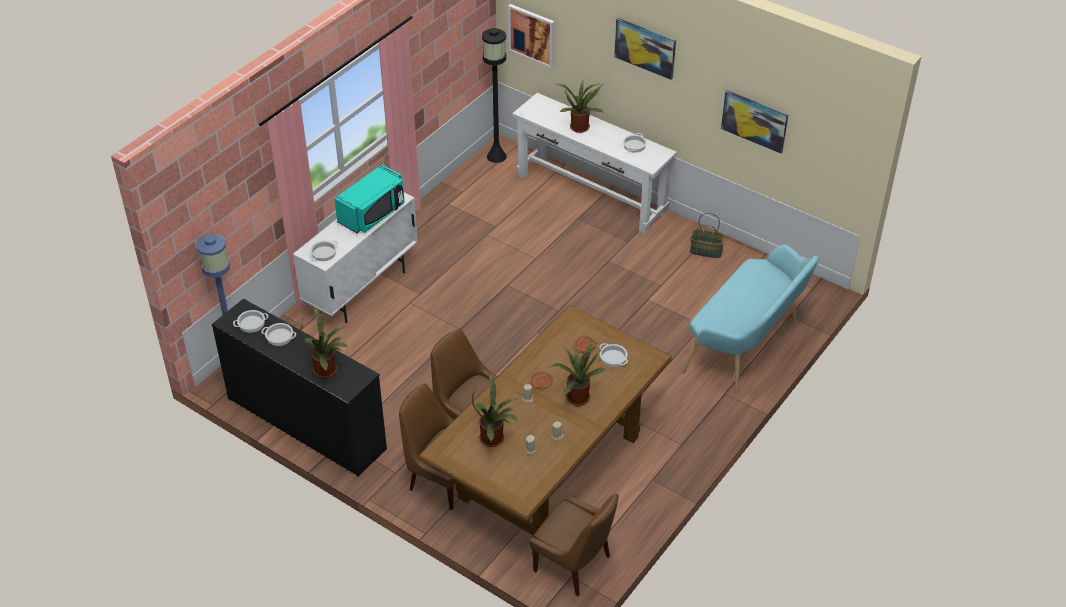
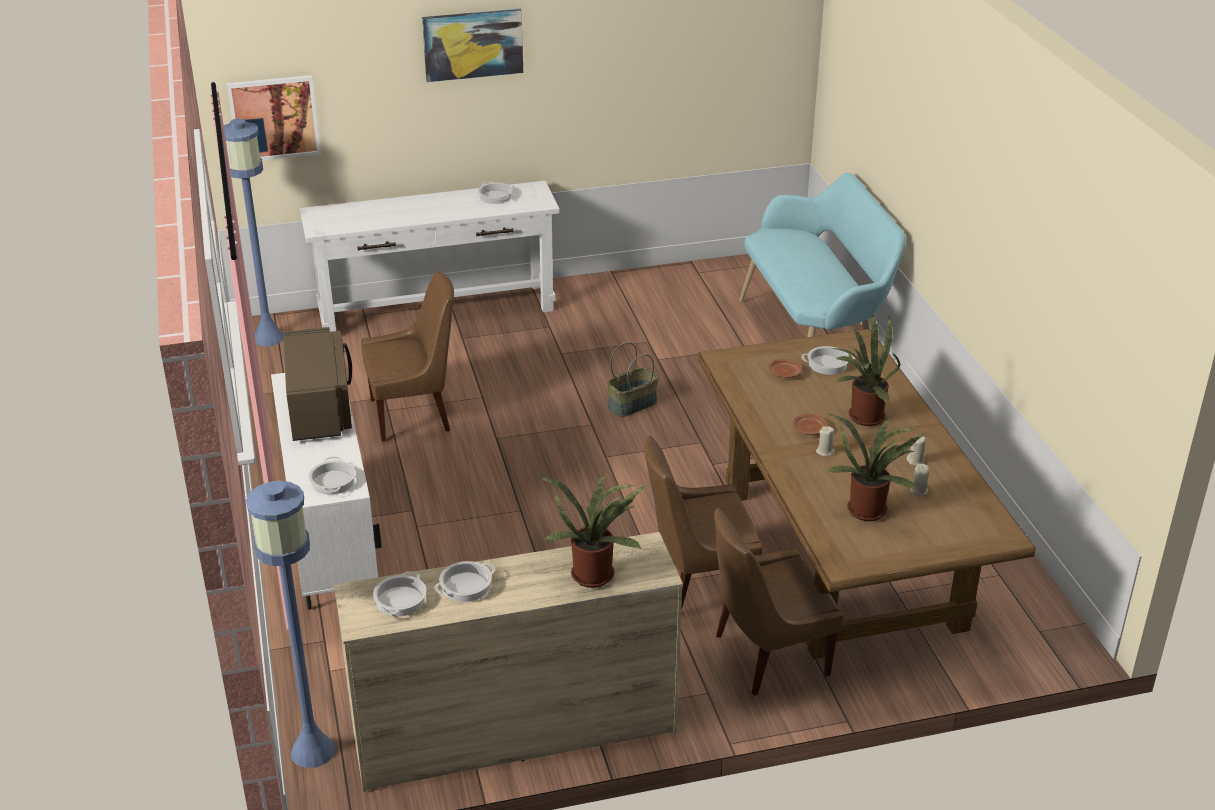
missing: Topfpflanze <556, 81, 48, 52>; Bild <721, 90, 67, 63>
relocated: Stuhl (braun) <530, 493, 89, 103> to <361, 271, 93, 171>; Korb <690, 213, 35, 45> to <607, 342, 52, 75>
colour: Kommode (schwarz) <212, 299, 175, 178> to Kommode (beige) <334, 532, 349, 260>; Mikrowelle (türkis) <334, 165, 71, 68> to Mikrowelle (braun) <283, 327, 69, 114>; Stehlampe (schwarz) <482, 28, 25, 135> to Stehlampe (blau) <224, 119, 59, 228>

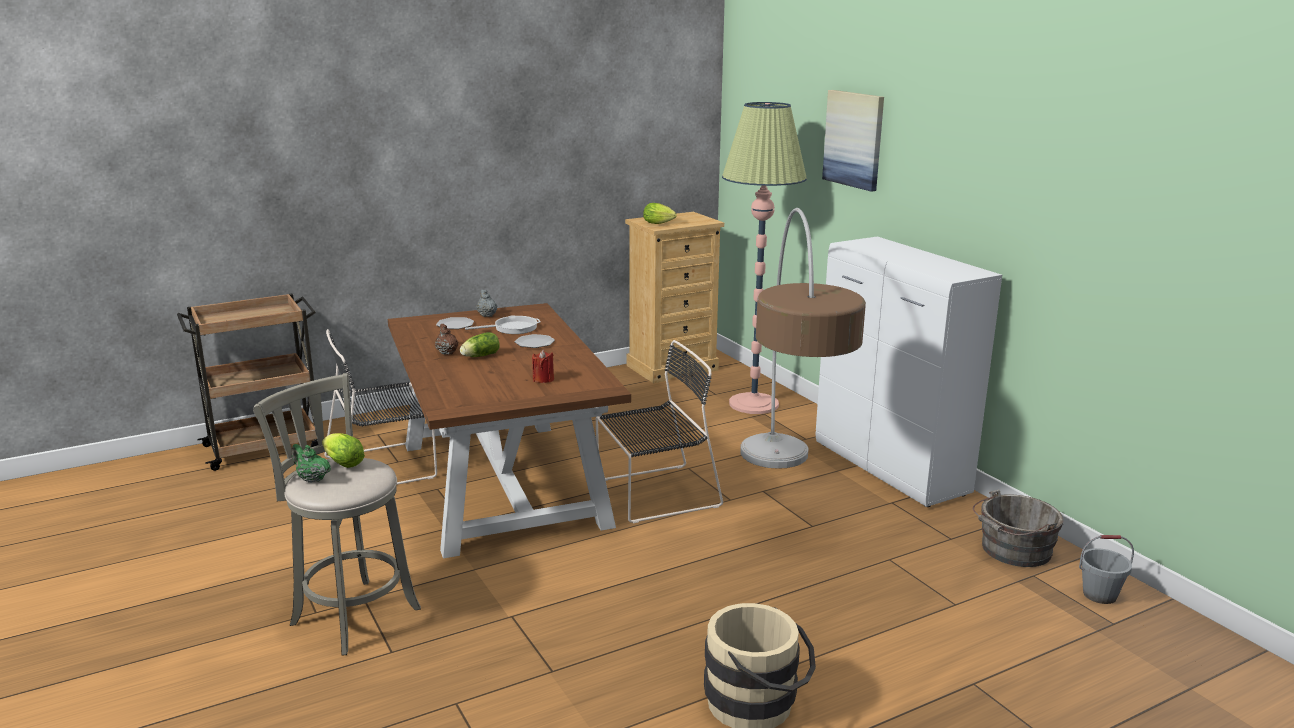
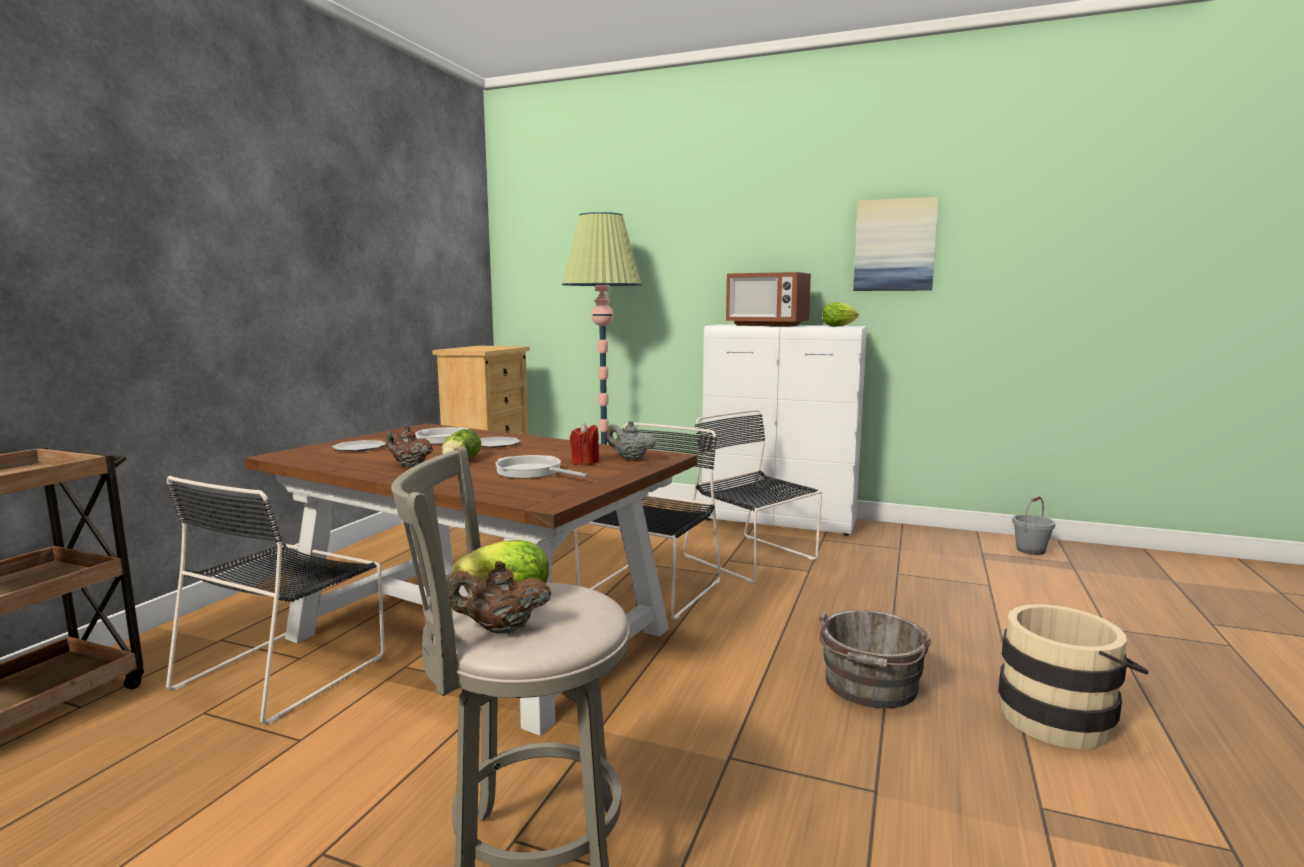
appeared: Pfanne <495, 455, 94, 24>; Mikrowelle <726, 272, 85, 55>
relocated: Teekanne (grau) <476, 290, 21, 27> to <606, 421, 50, 40>; Salatkopf <643, 203, 34, 21> to <822, 302, 37, 25>; Bild <822, 90, 62, 102> to <853, 197, 86, 94>; Eimer (grau) <973, 489, 91, 78> to <819, 610, 112, 98>
exchanged: Stehlampe <740, 208, 126, 261> to Stuhl (schwarz) <683, 409, 139, 174>
colour: Teekanne (grün) <292, 444, 39, 39> to Teekanne (braun) <447, 561, 104, 73>

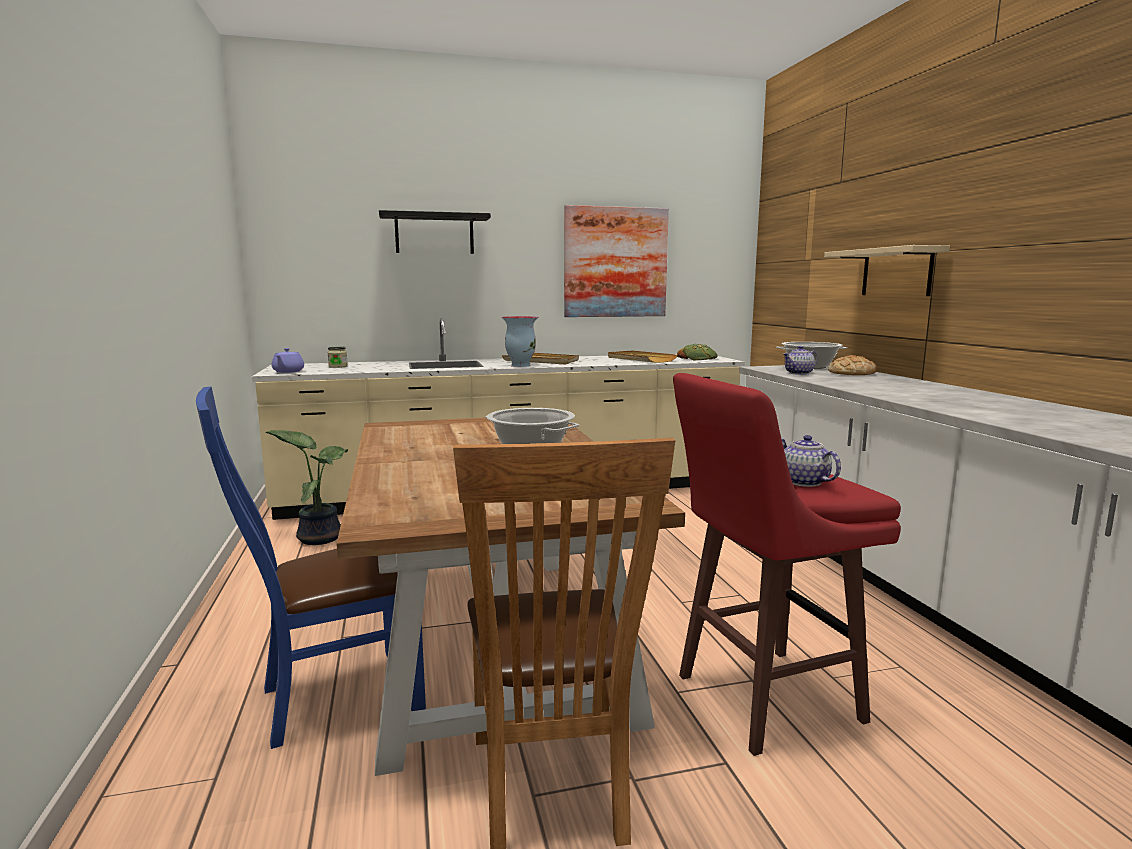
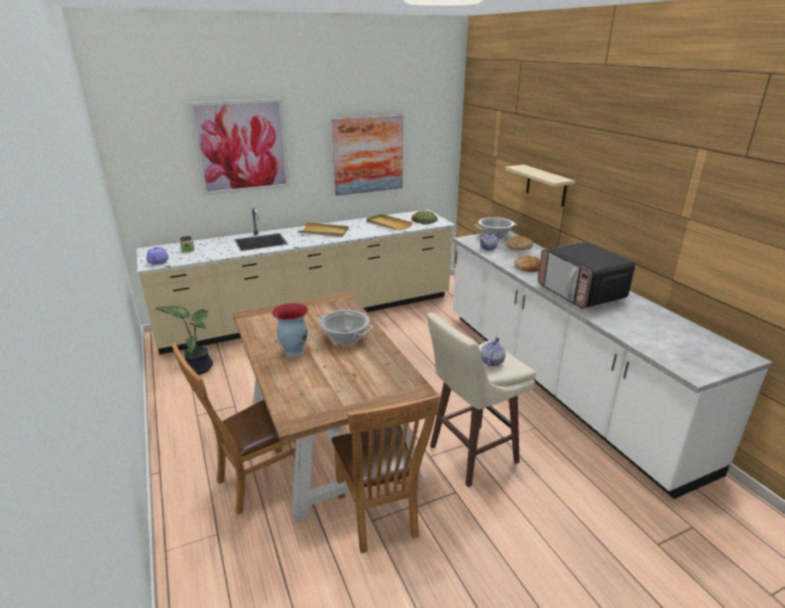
appeared: Brot <515, 255, 25, 17>; Mikrowelle <538, 241, 97, 67>
relocated: Vase <501, 316, 37, 51> to <272, 303, 36, 54>
exchanged: Wandregal (schwarz) <379, 210, 112, 44> to Bild <188, 99, 102, 96>
colour: Stuhl (blau) <196, 387, 230, 362> to Stuhl (braun) <171, 342, 125, 173>; Hocker (rot) <673, 373, 228, 383> to Hocker (beige) <427, 313, 109, 174>
spun: Teekanne <782, 435, 59, 52> = <481, 337, 25, 29> 60 degrees clockwise

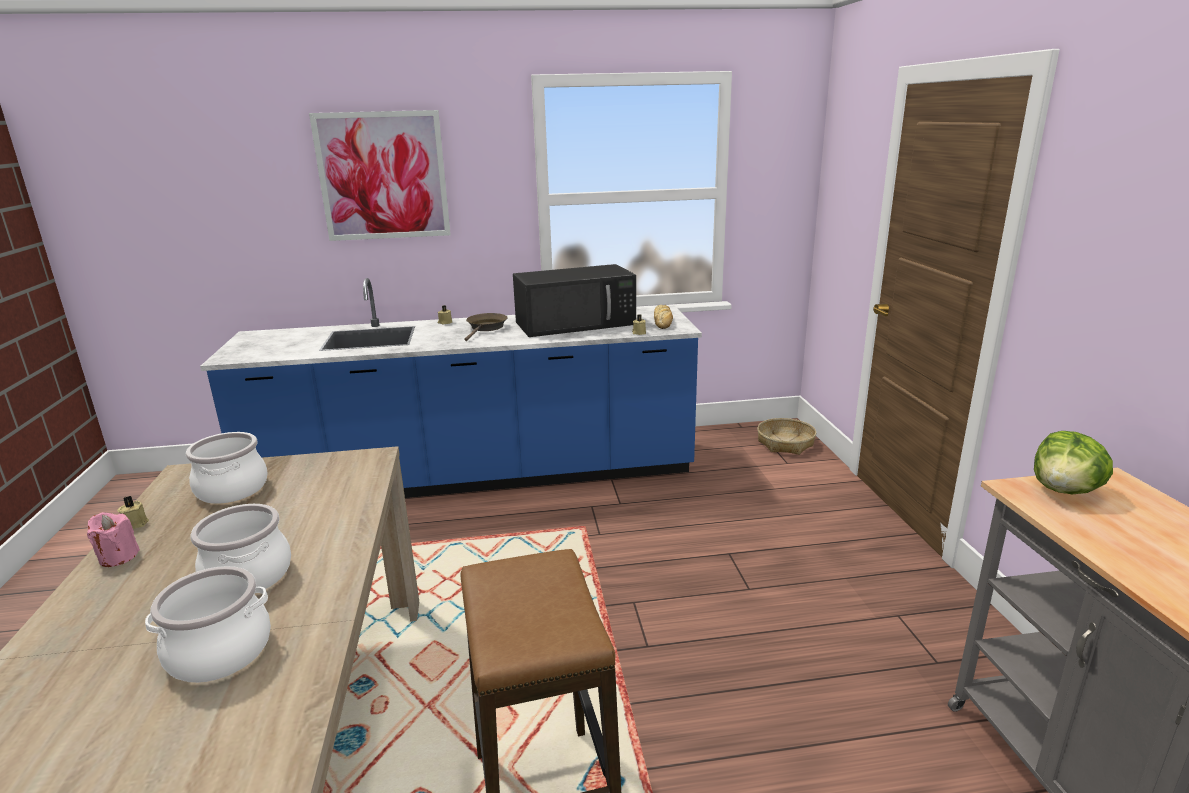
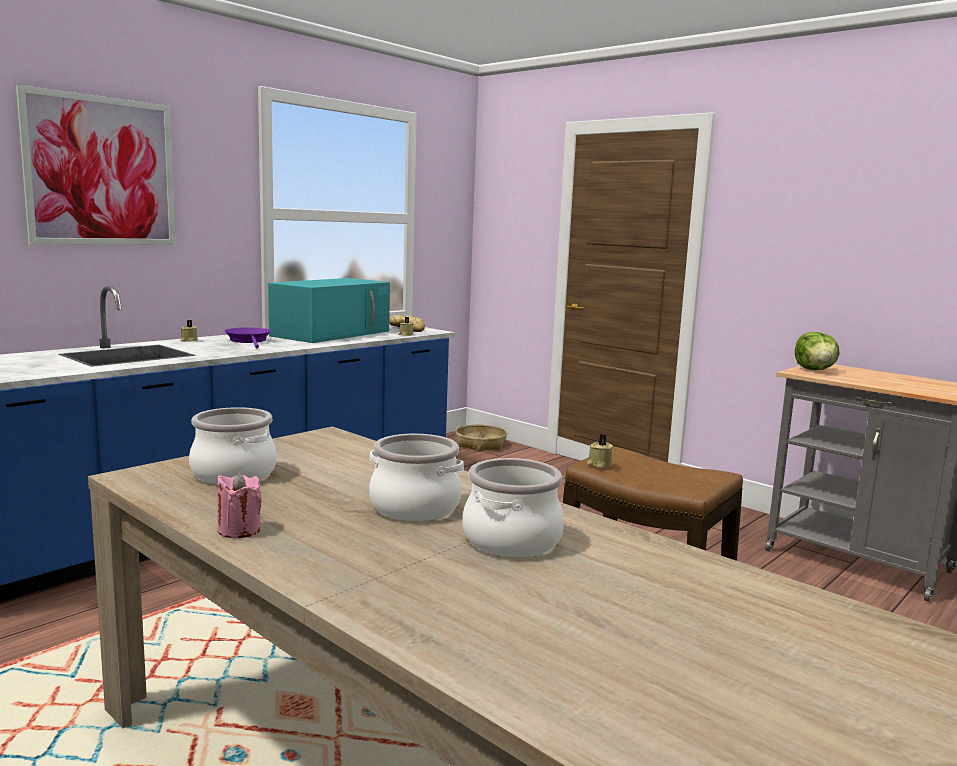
relocated: Kerze (beige) <117, 496, 32, 33> to <587, 434, 26, 34>
colour: Pfanne (braun) <464, 313, 44, 28> to Pfanne (lila) <225, 327, 46, 21>; Mikrowelle (schwarz) <513, 264, 123, 73> to Mikrowelle (türkis) <268, 278, 122, 65>

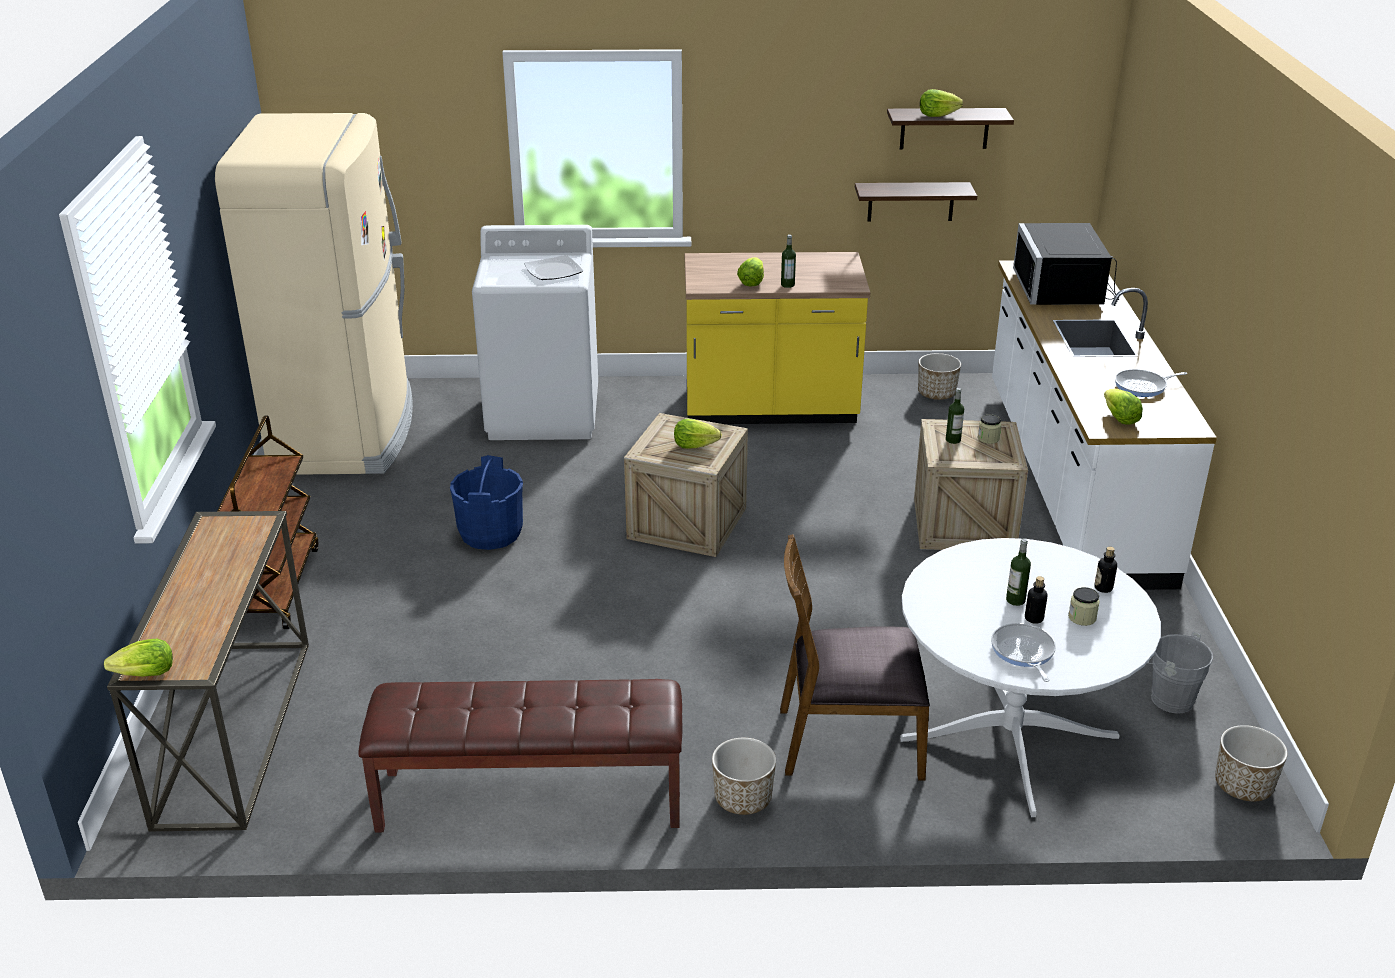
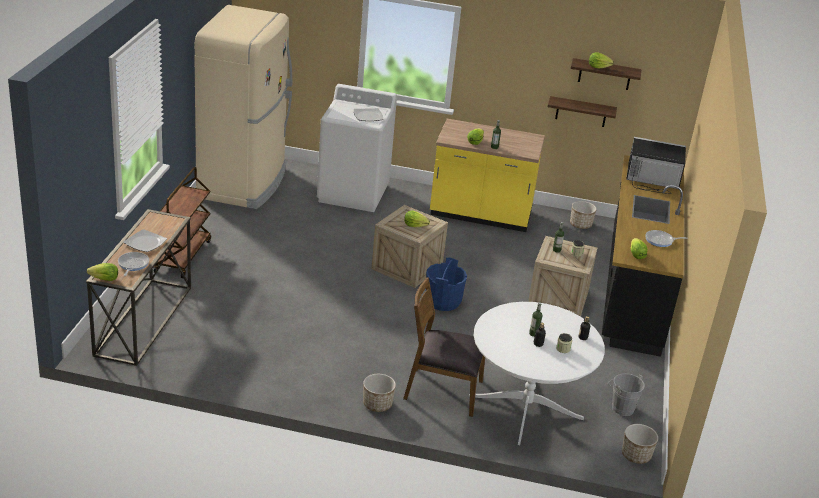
missing: Bank (braun) <358, 679, 324, 153>
appeared: Teller <123, 229, 44, 23>
relocated: Eimer (blau) <450, 455, 73, 95> to <426, 258, 41, 53>; Pfanne <991, 623, 65, 59> to <118, 252, 31, 24>
colour: Küchenzeile (weiß) <992, 260, 225, 330> to Küchenzeile (schwarz) <602, 155, 82, 202>
spun: Mikrowelle (schwarz) <1013, 223, 106, 82> = <626, 137, 60, 57> 90 degrees clockwise

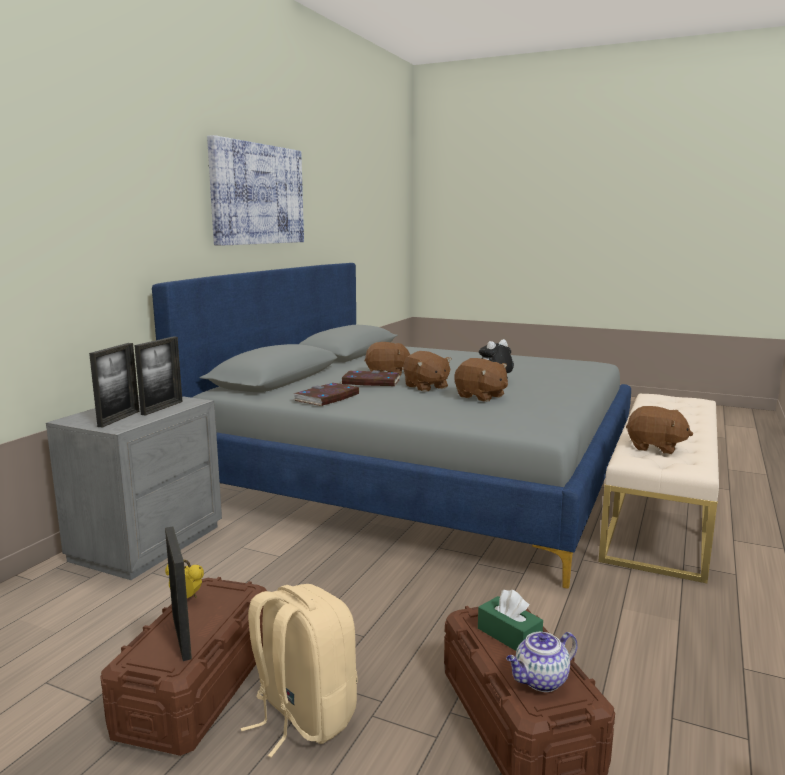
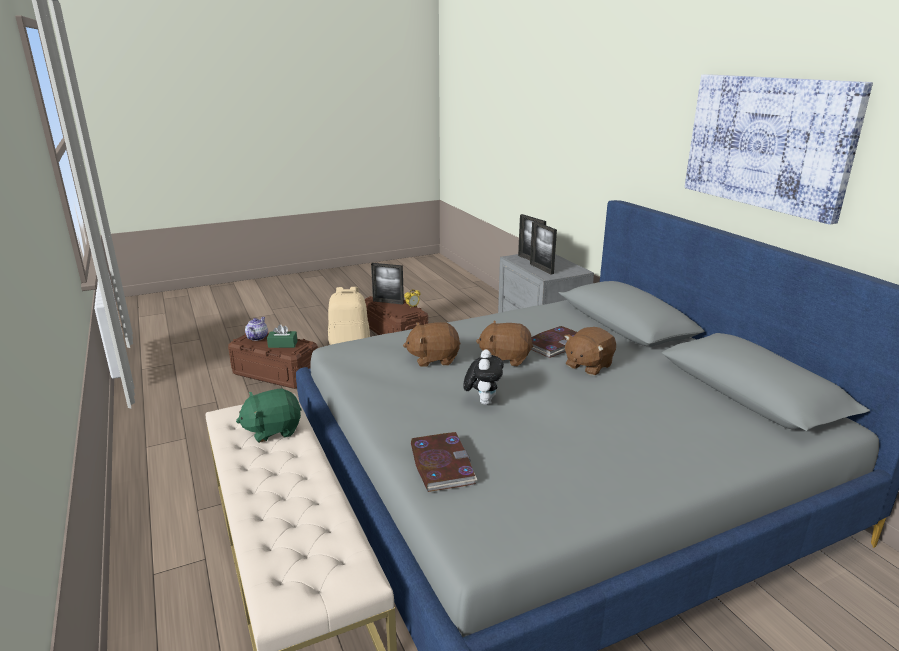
relocated: Buch <294, 383, 65, 23> to <411, 432, 66, 60>
colour: Plüschtier (braun) <626, 406, 67, 48> to Plüschtier (grün) <236, 388, 66, 55>

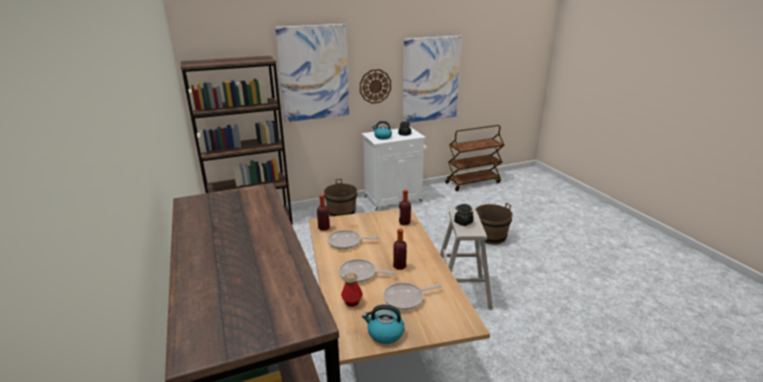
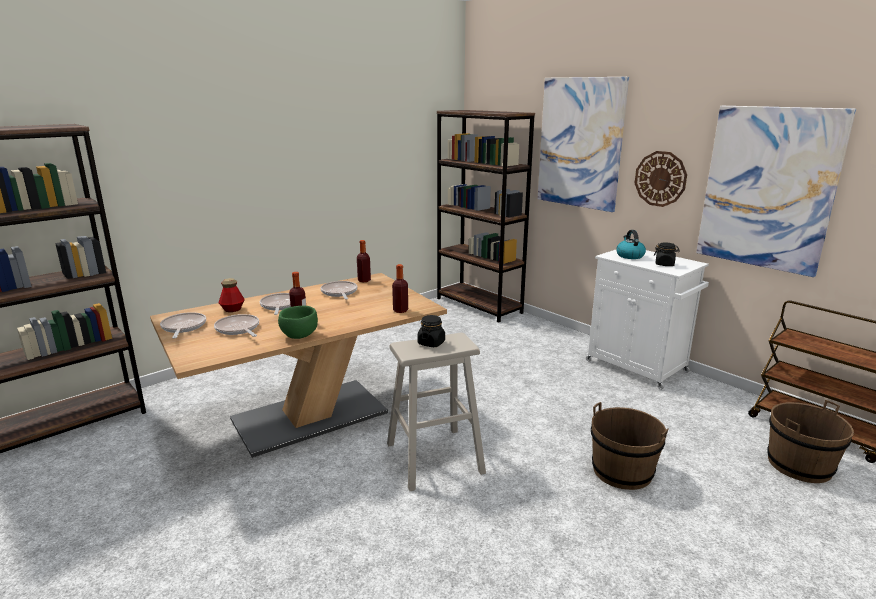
appeared: Schüssel (grün) <278, 306, 40, 33>
relocated: Eimer (braun) <324, 179, 33, 37> to <767, 399, 87, 84>
exchanged: Wasserkessel <362, 304, 43, 40> to Pfanne <160, 312, 46, 27>

